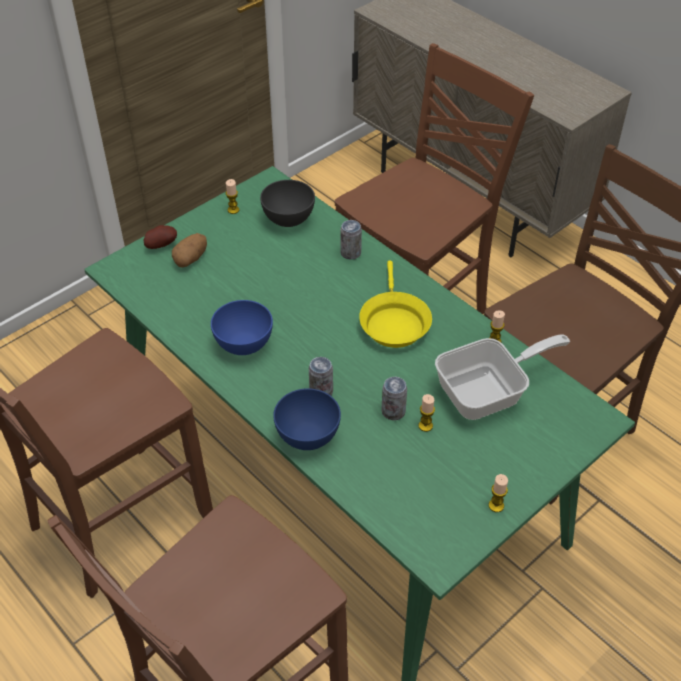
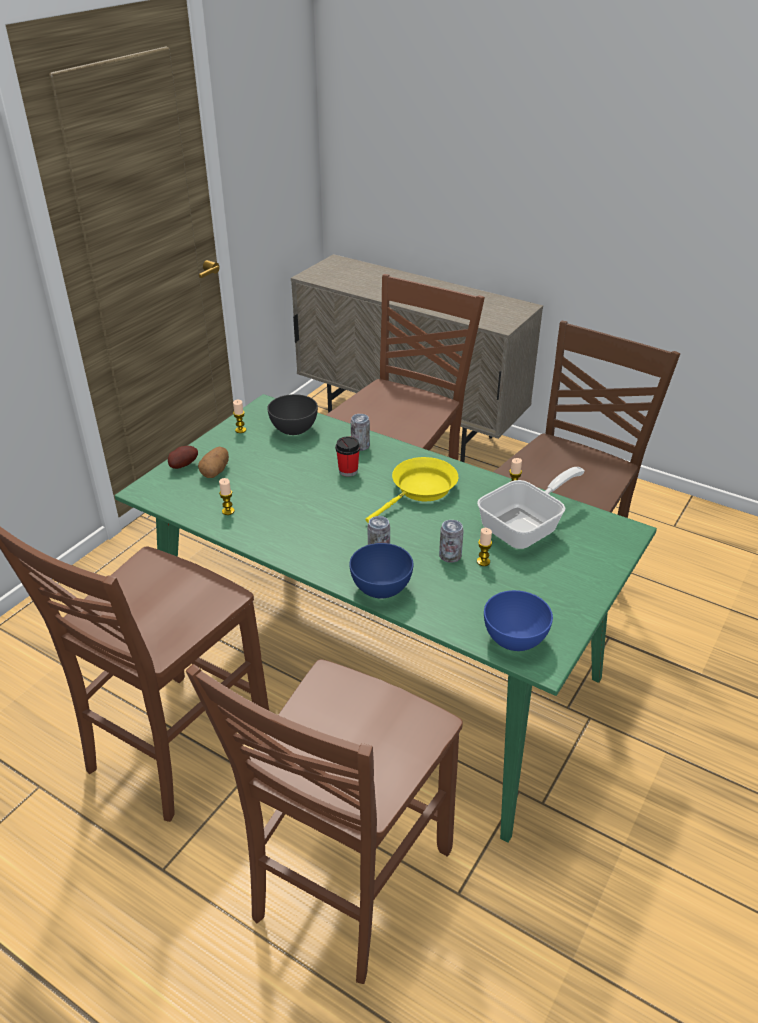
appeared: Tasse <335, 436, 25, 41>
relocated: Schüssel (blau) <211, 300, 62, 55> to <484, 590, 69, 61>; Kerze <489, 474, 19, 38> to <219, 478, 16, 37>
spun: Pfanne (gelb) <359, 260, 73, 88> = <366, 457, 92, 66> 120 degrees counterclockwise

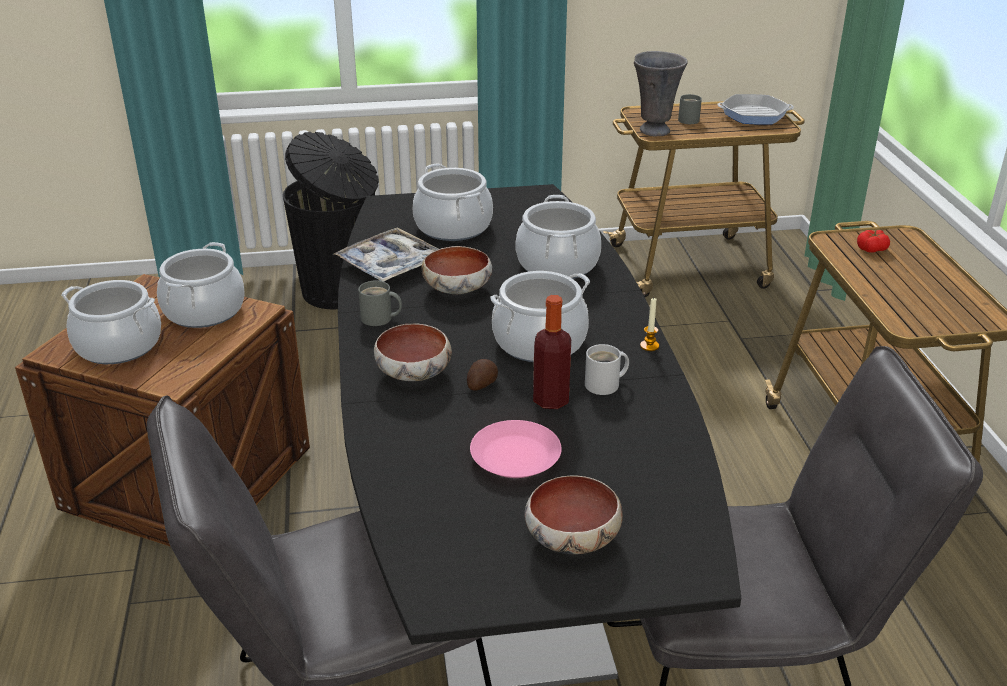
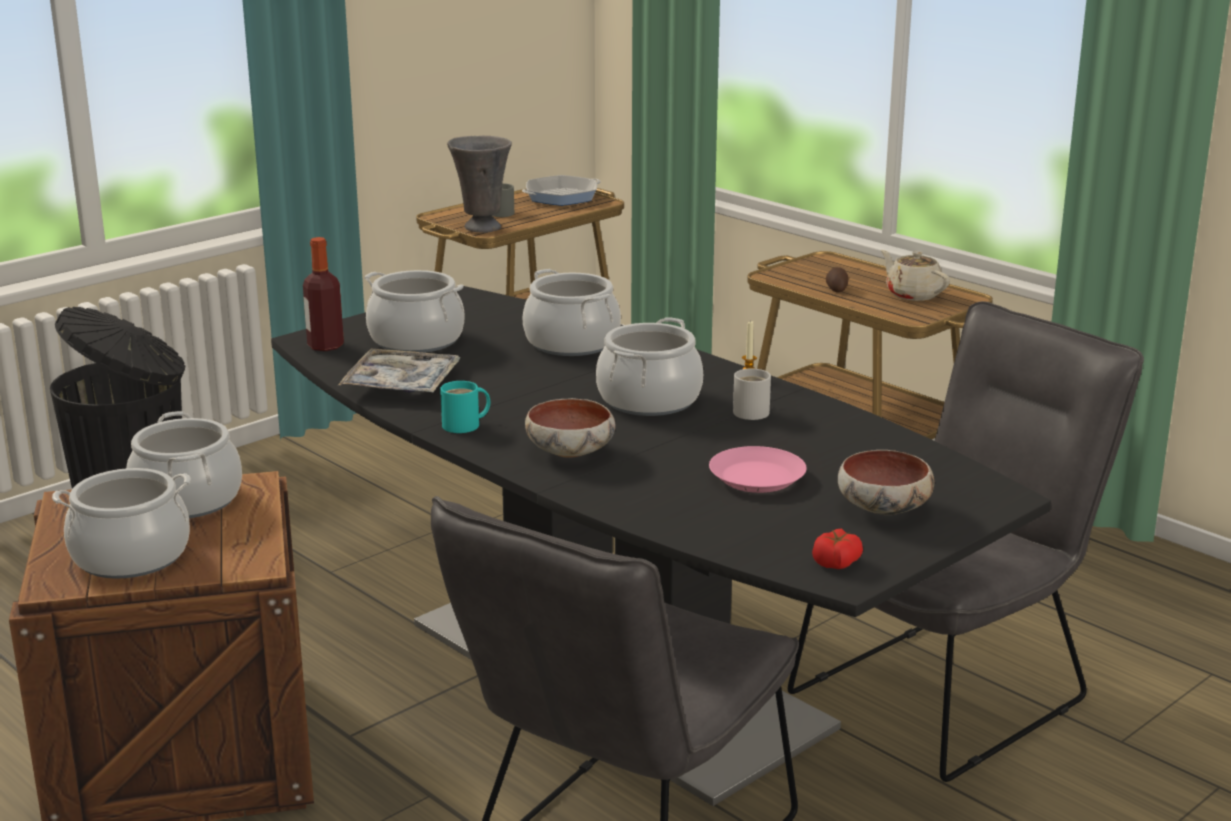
missing: Schüssel <421, 246, 71, 48>
appeared: Teekanne (beige) <881, 250, 69, 51>
relocated: Kartoffel <467, 359, 31, 32> to <826, 267, 22, 26>; Flasche <533, 295, 38, 114> to <303, 237, 41, 114>; Tomate <857, 230, 33, 23> to <812, 529, 51, 40>
colour: Henkelbecher (grau) <358, 281, 44, 45> to Henkelbecher (türkis) <440, 381, 50, 52>

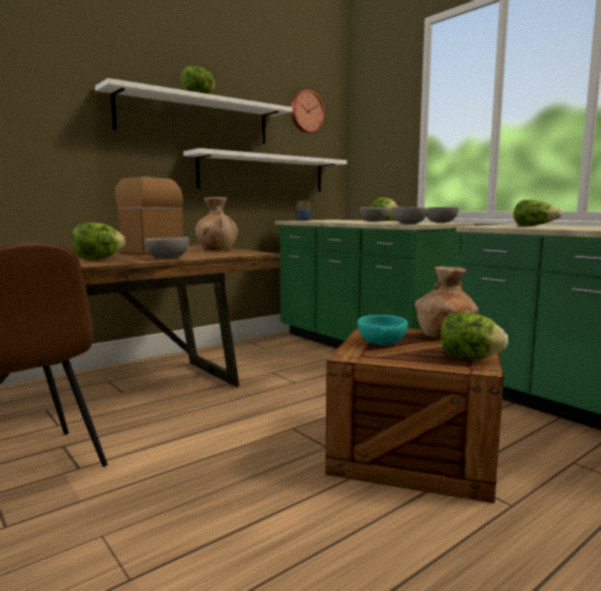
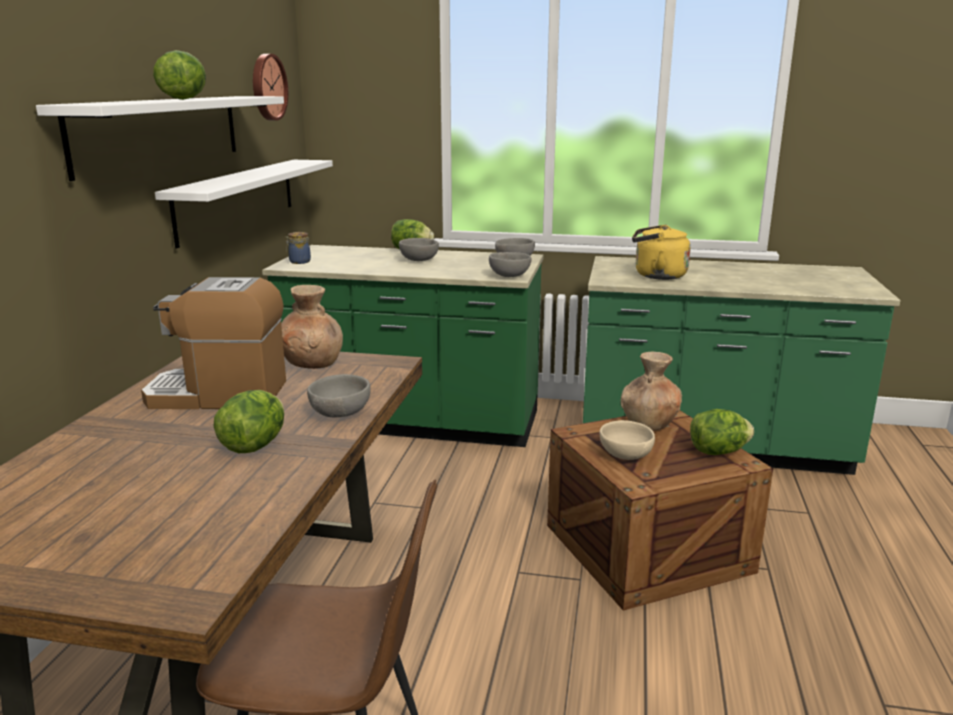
exchanged: Salatkopf <514, 200, 49, 26> to Wasserkessel (gelb) <632, 225, 59, 55>
colour: Schüssel (türkis) <358, 315, 50, 30> to Schüssel (beige) <600, 420, 55, 40>

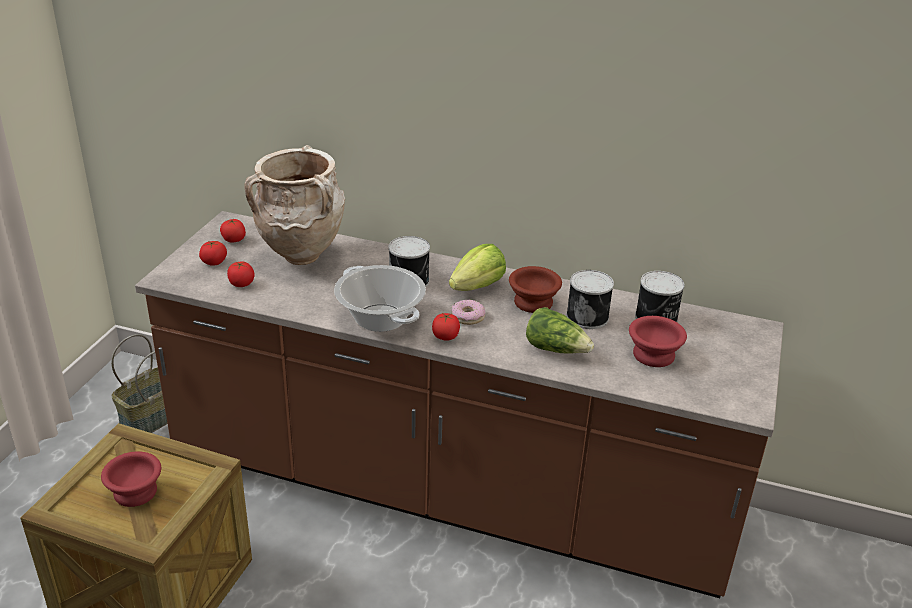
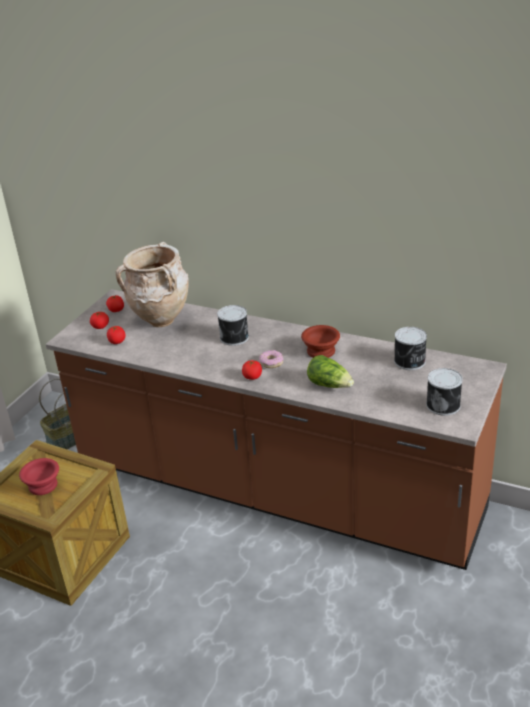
missing: Kochtopf <334, 265, 92, 67>; Salatkopf <449, 244, 57, 47>; Schüssel (rot) <629, 316, 58, 51>
relocated: Dose <566, 270, 48, 59> to <426, 368, 37, 48>

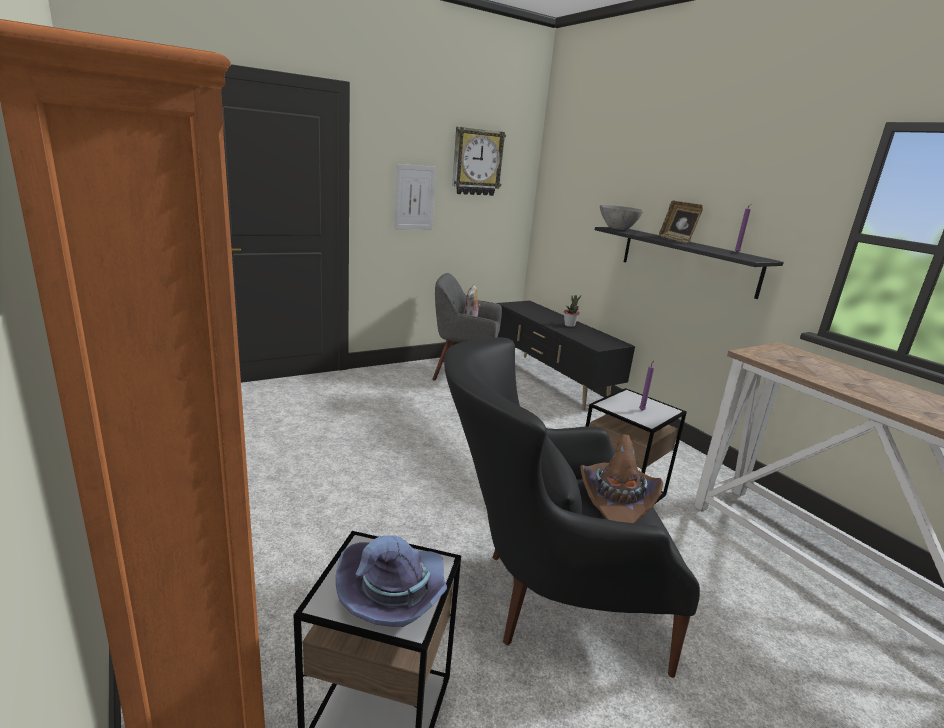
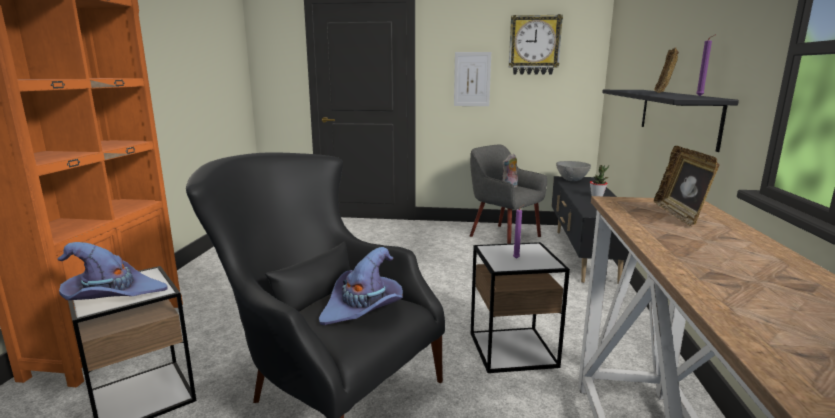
appeared: Bilderrahmen <654, 146, 66, 80>
relocated: Schüssel (grau) <600, 205, 43, 25> to <556, 161, 35, 20>
colour: Hut (braun) <580, 434, 83, 89> to Hut (lila) <319, 247, 84, 78>

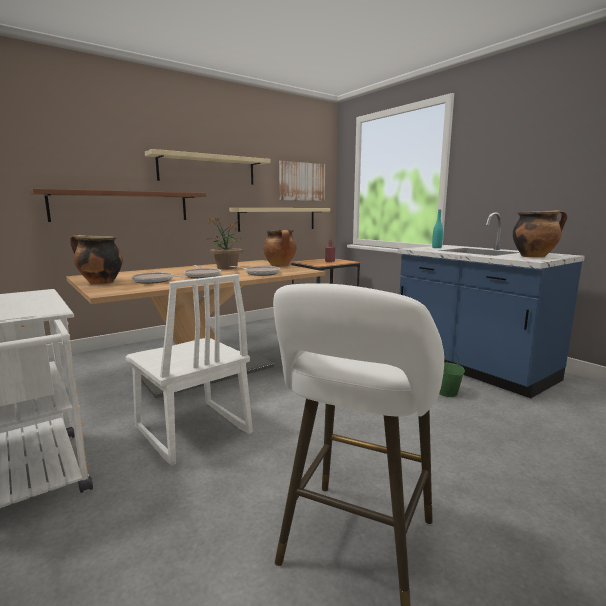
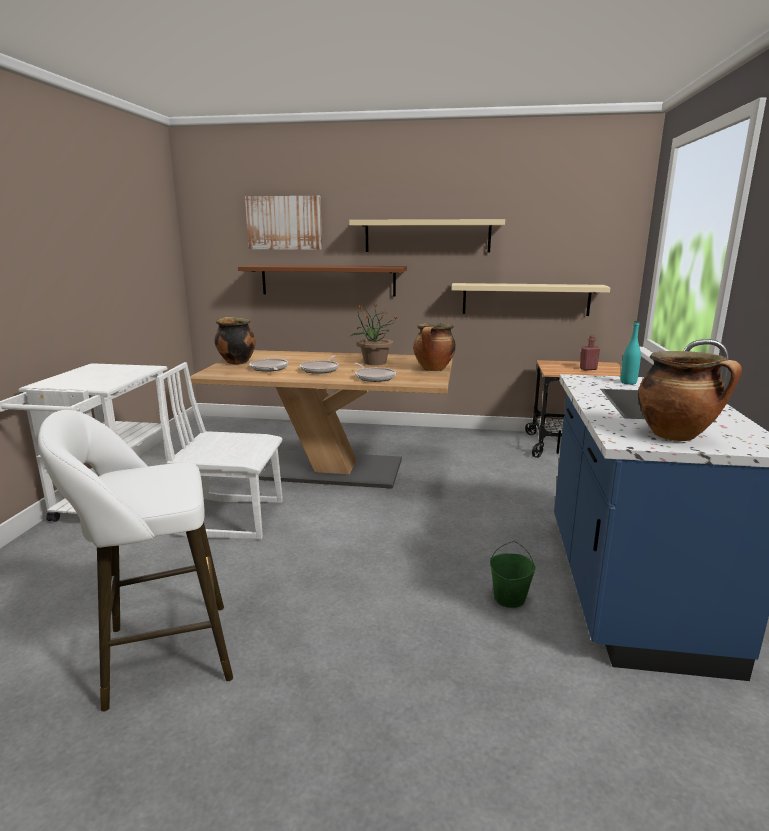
relocated: Bild <279, 161, 46, 40> to <245, 196, 77, 54>
spun: Stuhl (weiß) <126, 274, 127, 192> = <157, 362, 126, 177> 90 degrees clockwise

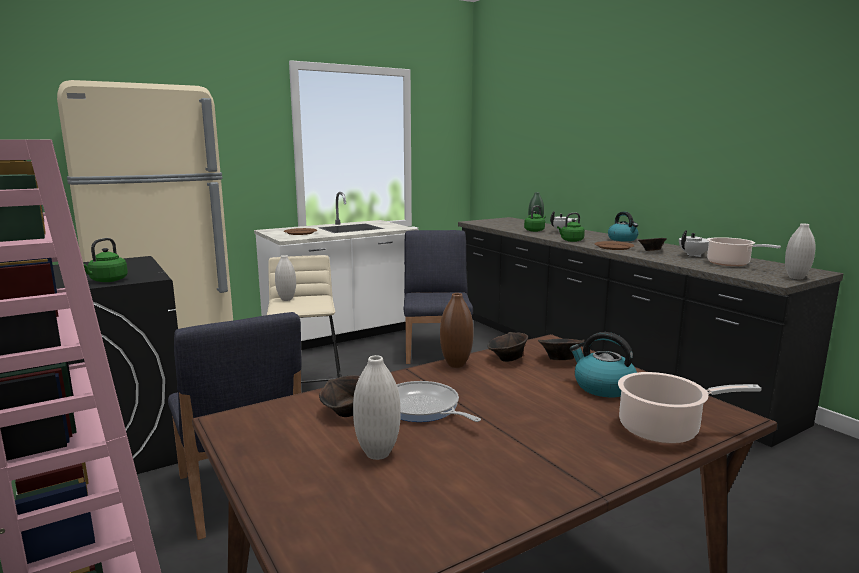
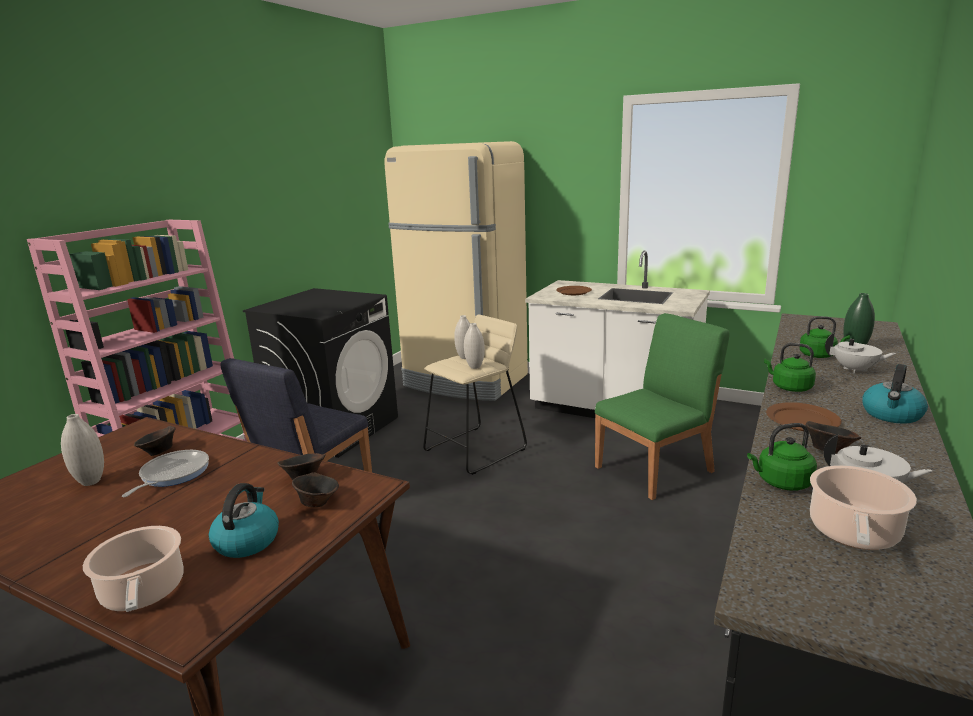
missing: Vase (braun) <440, 293, 34, 75>
relocated: Wasserkessel (grün) <83, 238, 45, 44> to <747, 423, 70, 68>; Vase (weiß) <785, 223, 31, 56> to <464, 323, 21, 46>
colour: Stuhl (blau) <403, 230, 70, 134> to Stuhl (grün) <595, 313, 135, 187>

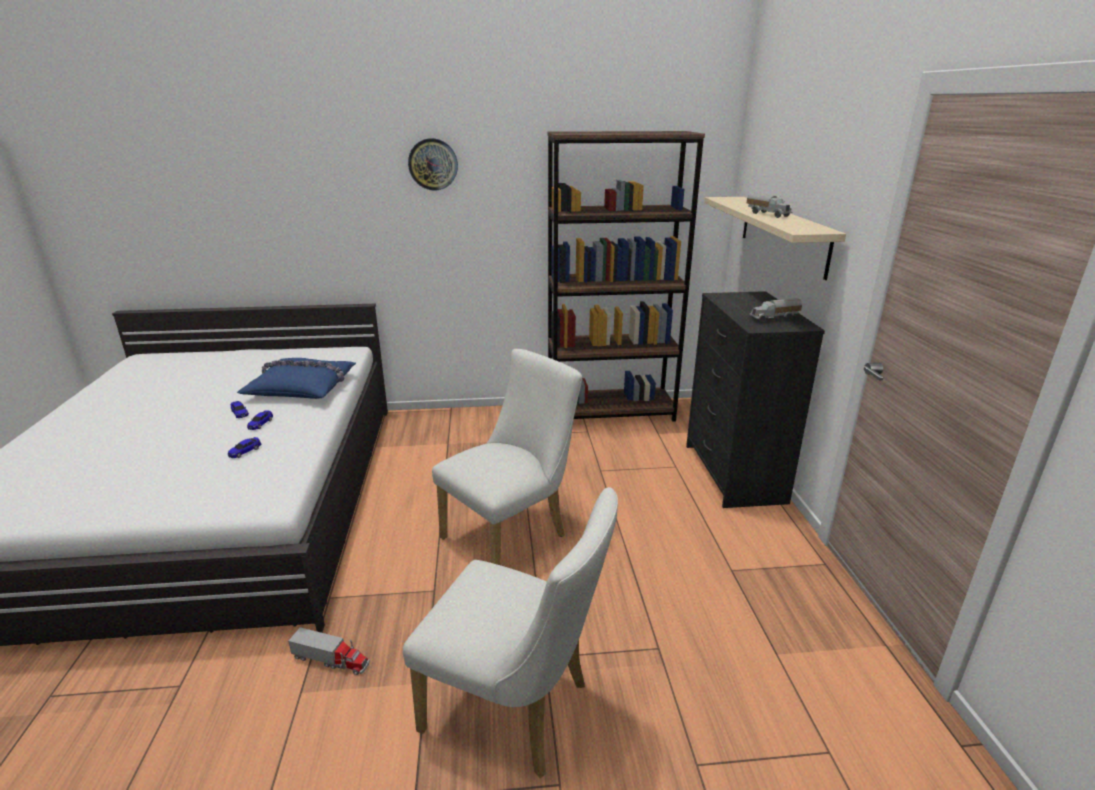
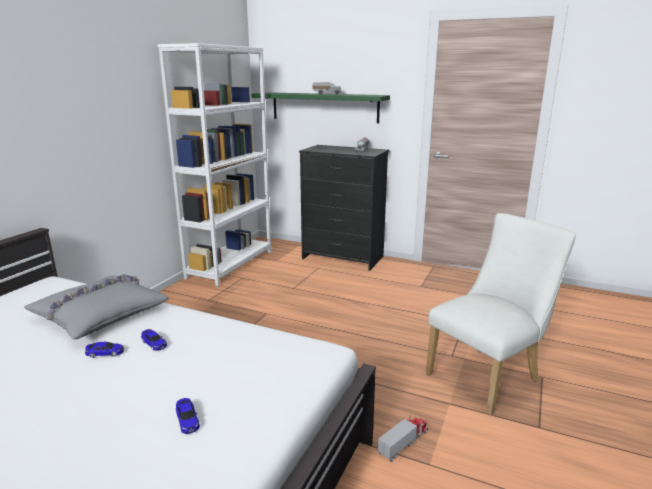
missing: Wanduhr <408, 138, 50, 52>; Stuhl (weiß) <432, 349, 150, 216>
relocated: Spielzeugauto <228, 437, 33, 21> to <176, 398, 24, 36>
colour: Kissen (blau) <237, 358, 119, 41> to Kissen (grau) <24, 274, 145, 65>; Bücherregal (braun) <547, 131, 158, 291> to Bücherregal (weiß) <157, 43, 114, 243>; Wandregal (beige) <704, 197, 142, 83> to Wandregal (grün) <251, 92, 139, 31>

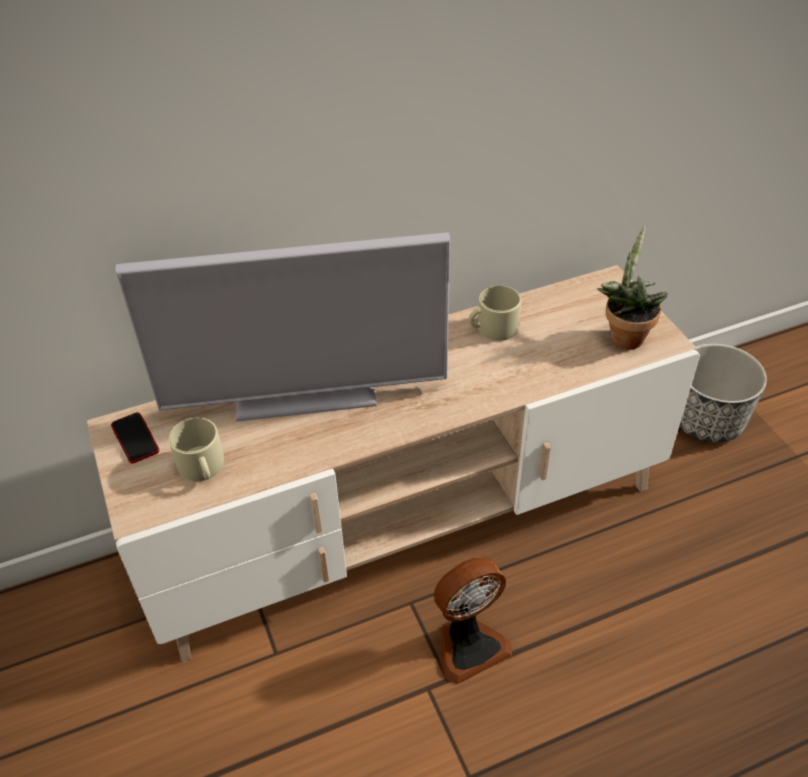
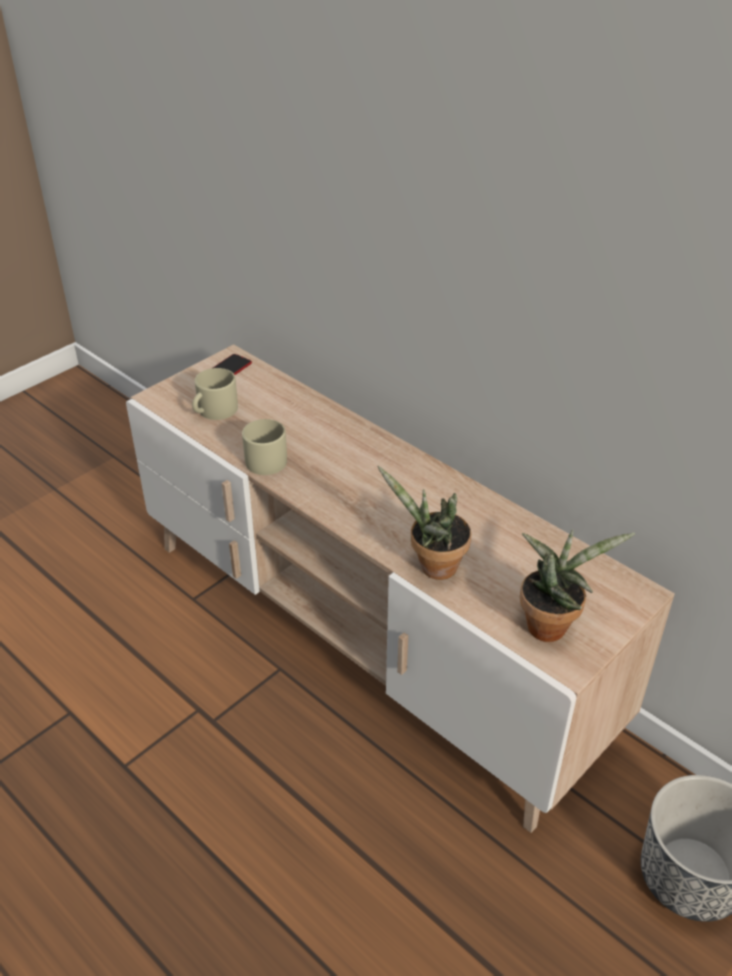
missing: Fernseher <116, 232, 334, 190>; Ventilator <434, 557, 78, 127>
appeared: Topfpflanze <378, 466, 94, 114>
relocated: Henkelbecher (beige) <469, 286, 53, 55> to <242, 419, 45, 56>

